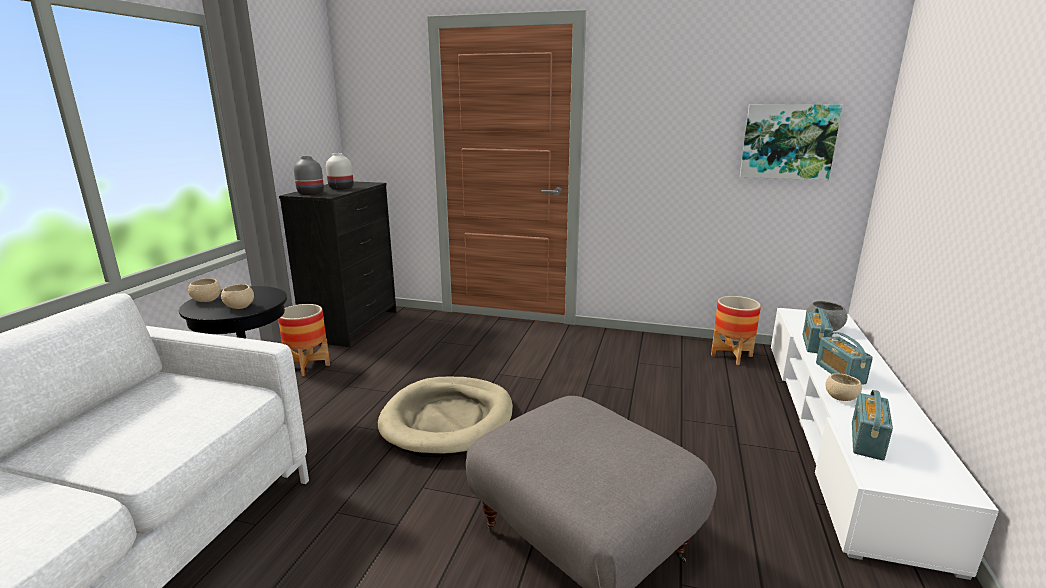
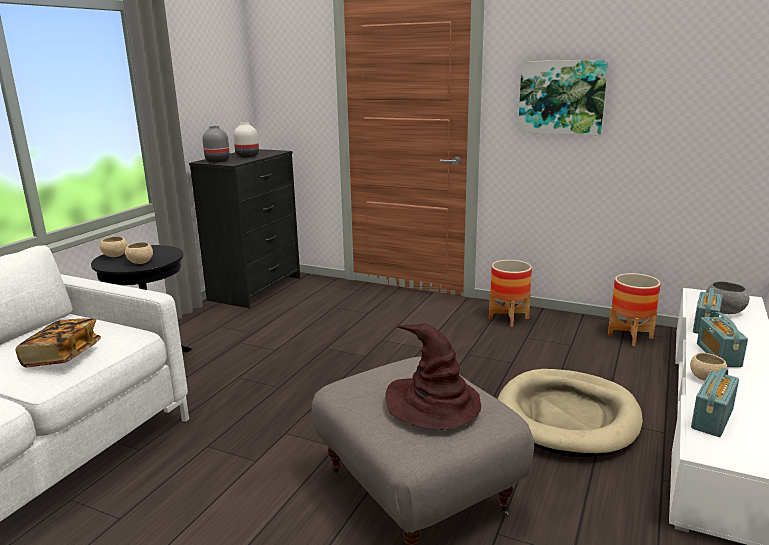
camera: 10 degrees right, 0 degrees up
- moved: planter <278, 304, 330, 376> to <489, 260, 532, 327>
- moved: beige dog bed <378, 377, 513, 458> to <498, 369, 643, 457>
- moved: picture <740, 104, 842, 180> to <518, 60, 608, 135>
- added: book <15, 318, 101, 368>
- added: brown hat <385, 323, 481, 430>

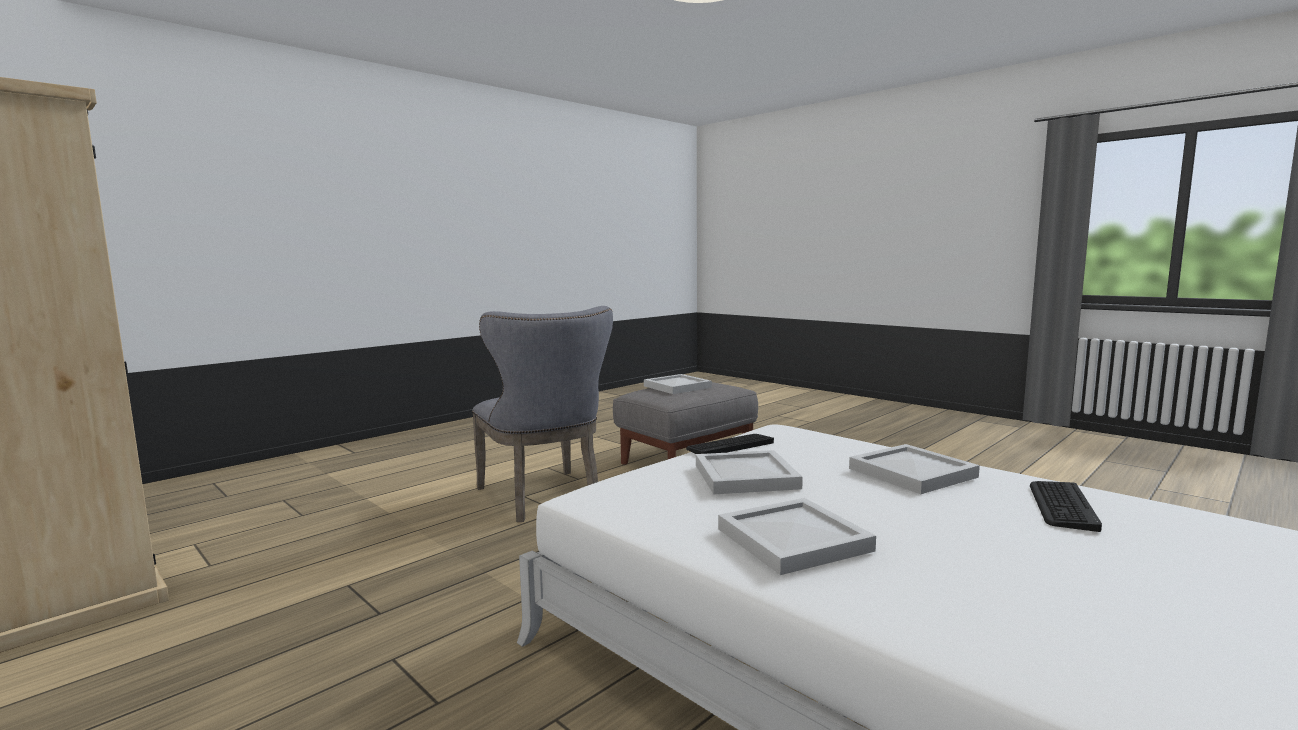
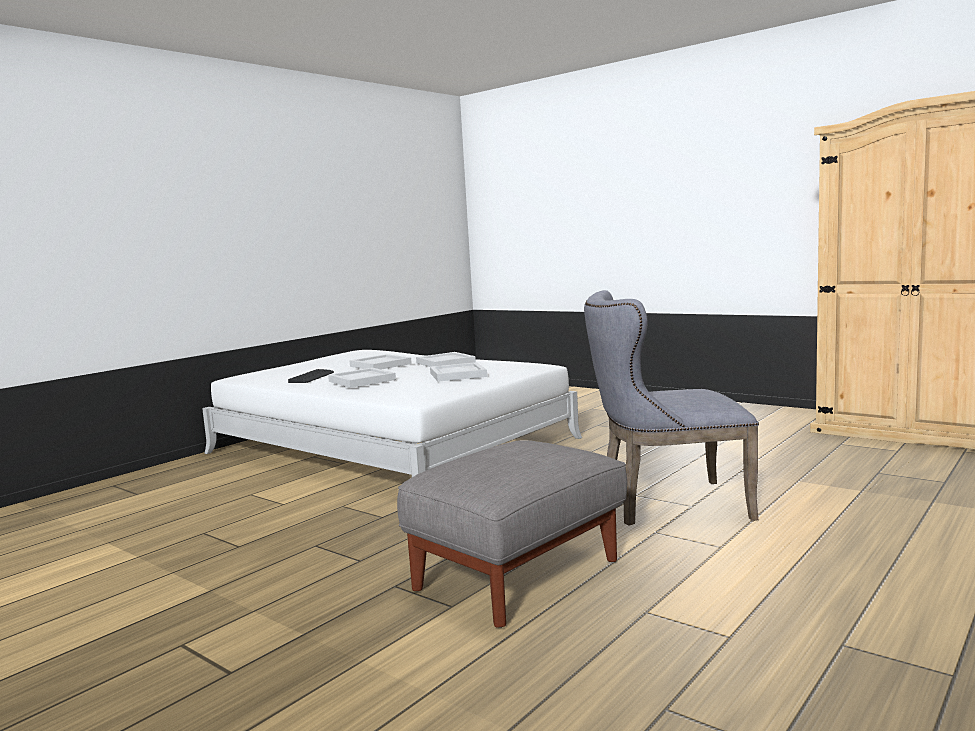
camera: 175 degrees right, 0 degrees up
- turned: grey chair <472, 306, 613, 522> = <584, 290, 759, 526> 60 degrees counterclockwise
- moved: white tray <644, 374, 712, 394> to <349, 354, 412, 369>
- removed: keyboard <686, 434, 774, 454>

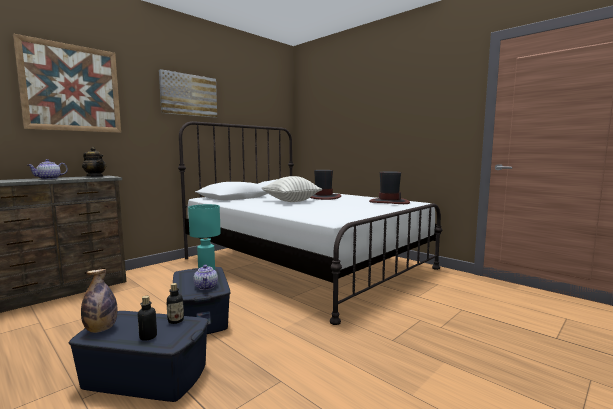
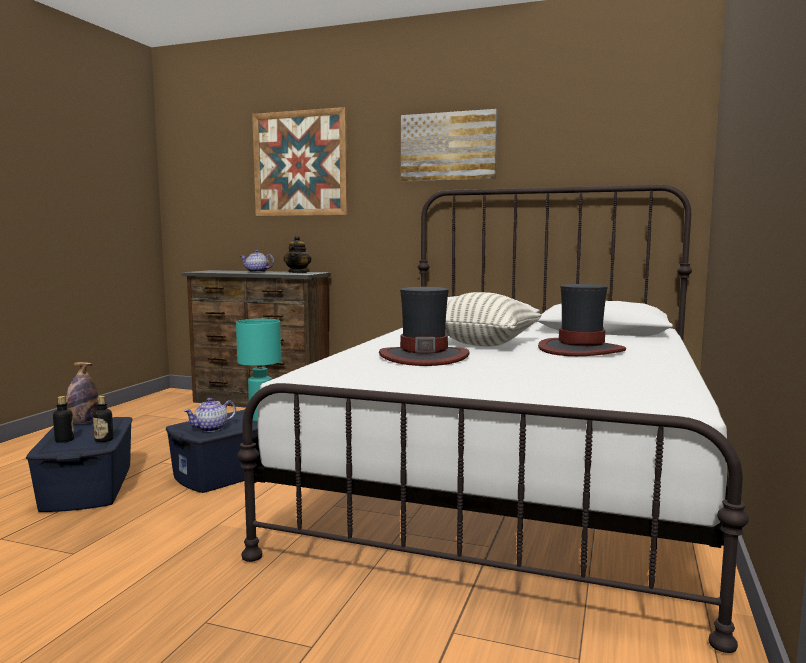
camera: 65 degrees right, 0 degrees up
- moved: hat <369, 171, 410, 204> to <379, 287, 470, 366>

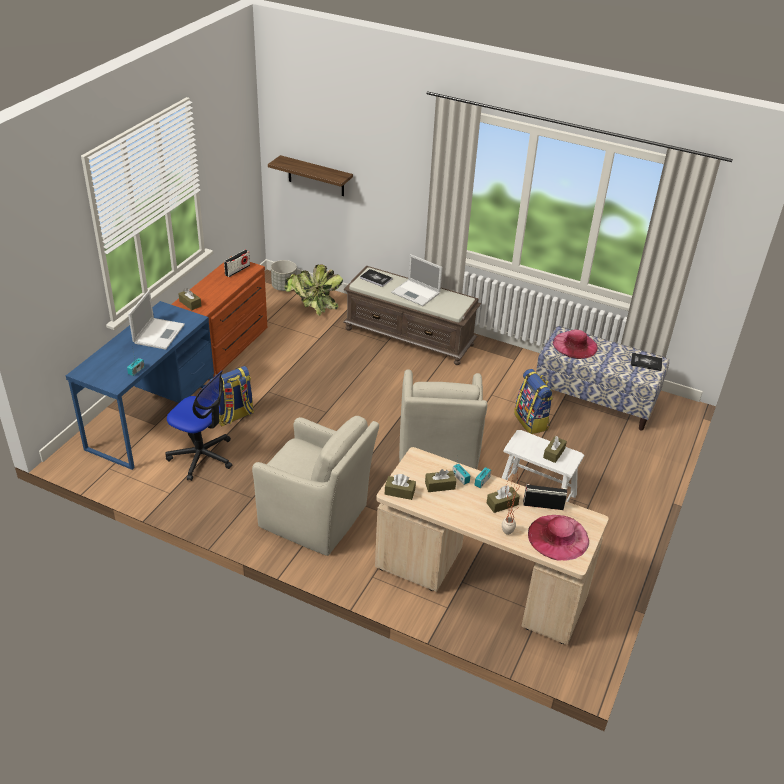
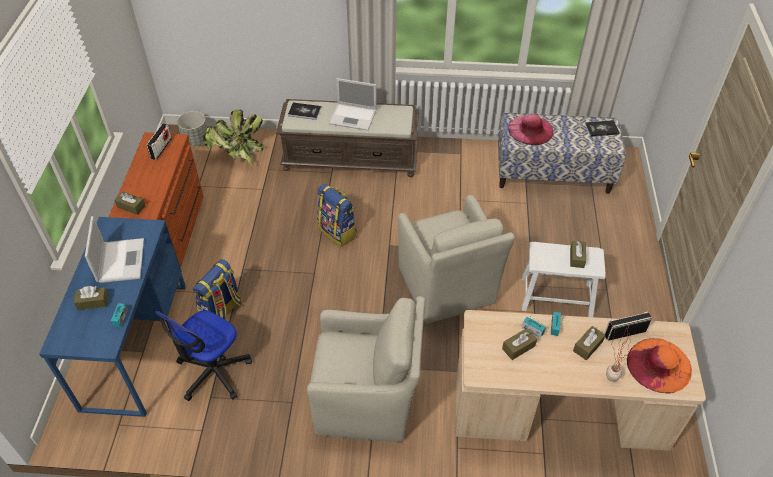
camera: 20 degrees left, 10 degrees up
- turned: office chair <165, 370, 232, 481> = <155, 310, 252, 401> 120 degrees clockwise
- removed: shelf <268, 155, 353, 196>
- moved: brown tissue box <385, 474, 416, 500> to <74, 286, 108, 310>
- moved: backpack <514, 369, 553, 434> to <317, 183, 357, 247>
- recoloured: pink hat <528, 515, 589, 561> to orange hat <627, 338, 692, 393>

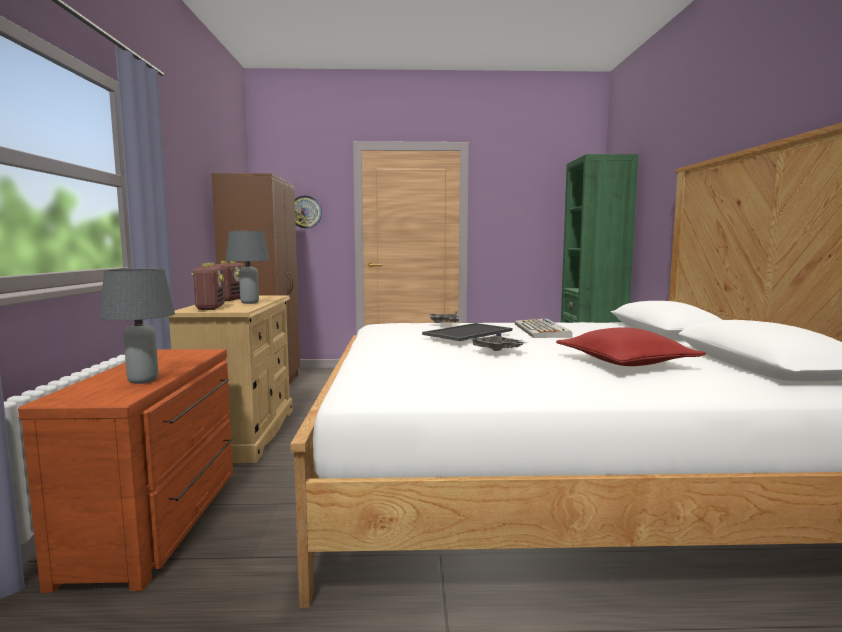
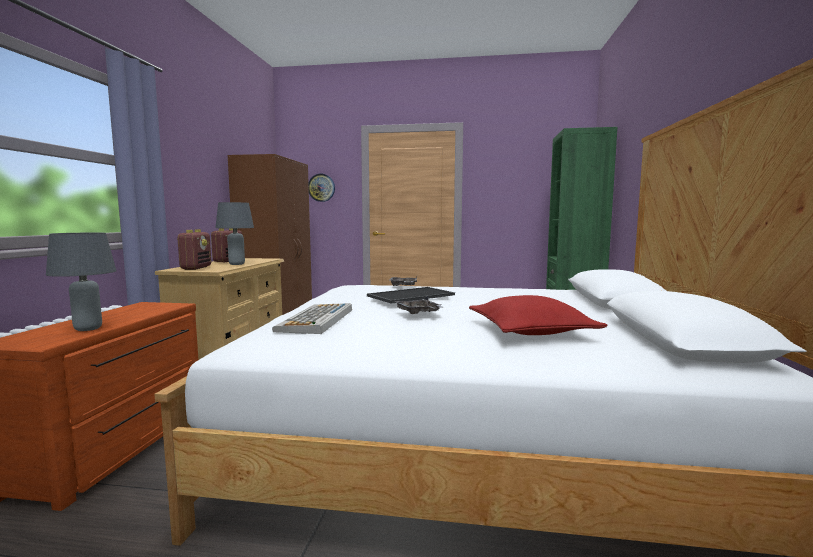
camera: 10 degrees right, 0 degrees up
- moved: keyboard <515, 319, 572, 338> to <272, 303, 352, 334>

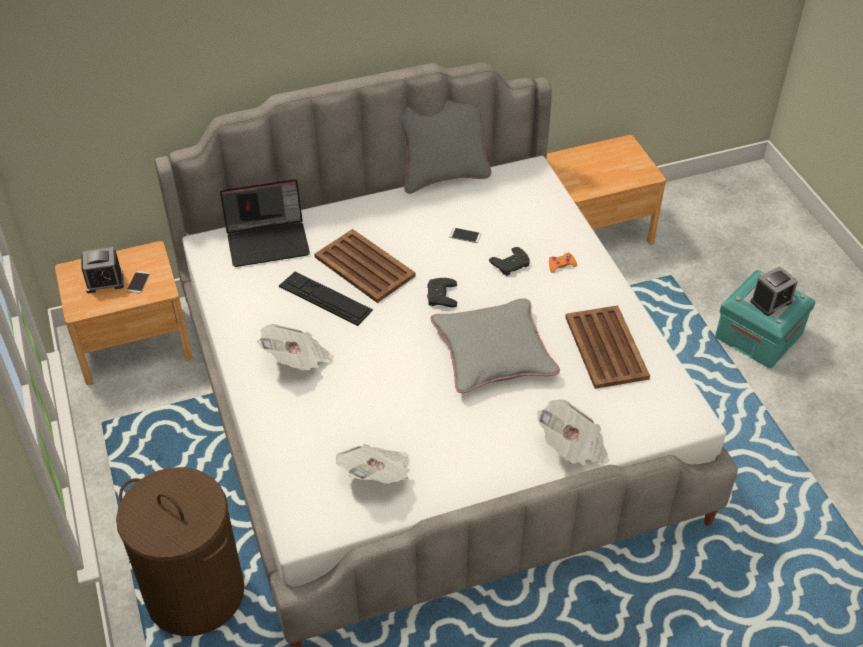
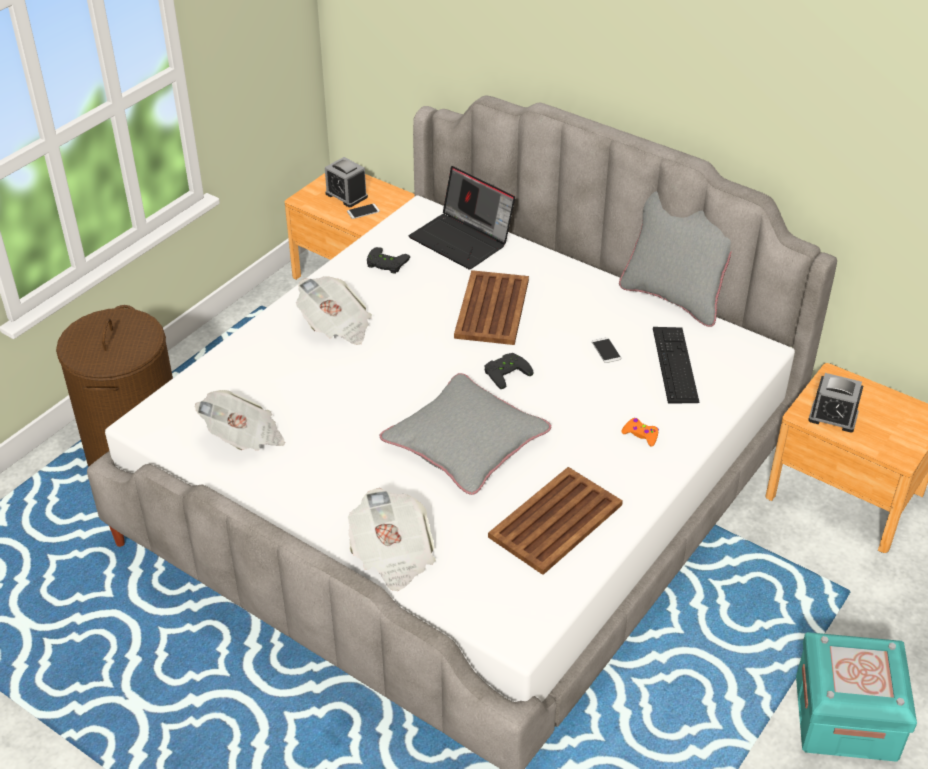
camera: 55 degrees right, 5 degrees down
- moved: keyboard <279, 272, 373, 326> to <653, 327, 700, 404>
- moved: black game controller <489, 247, 530, 276> to <367, 247, 410, 274>
- moved: alarm clock <750, 266, 798, 316> to <808, 373, 863, 433>

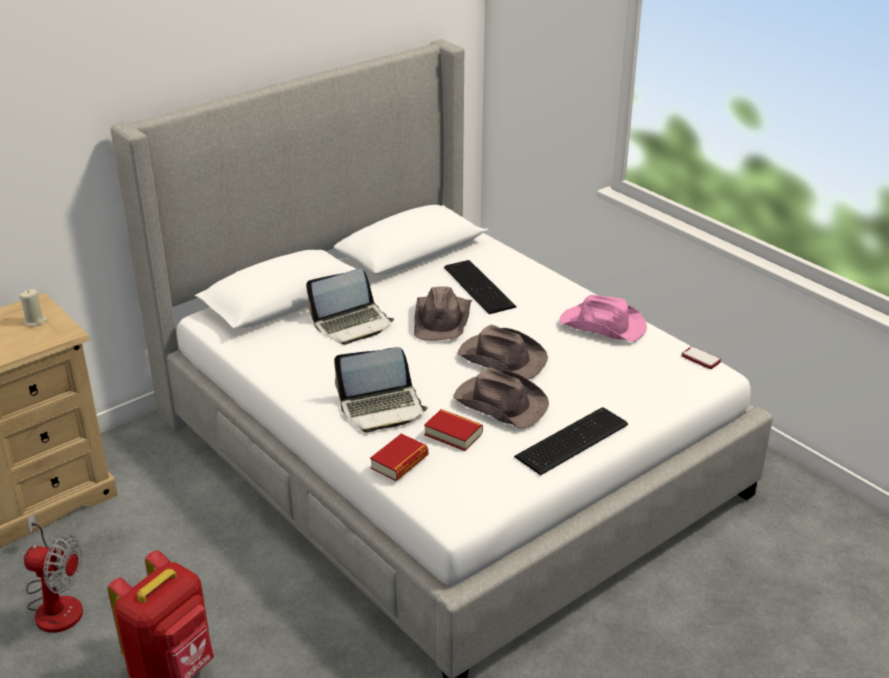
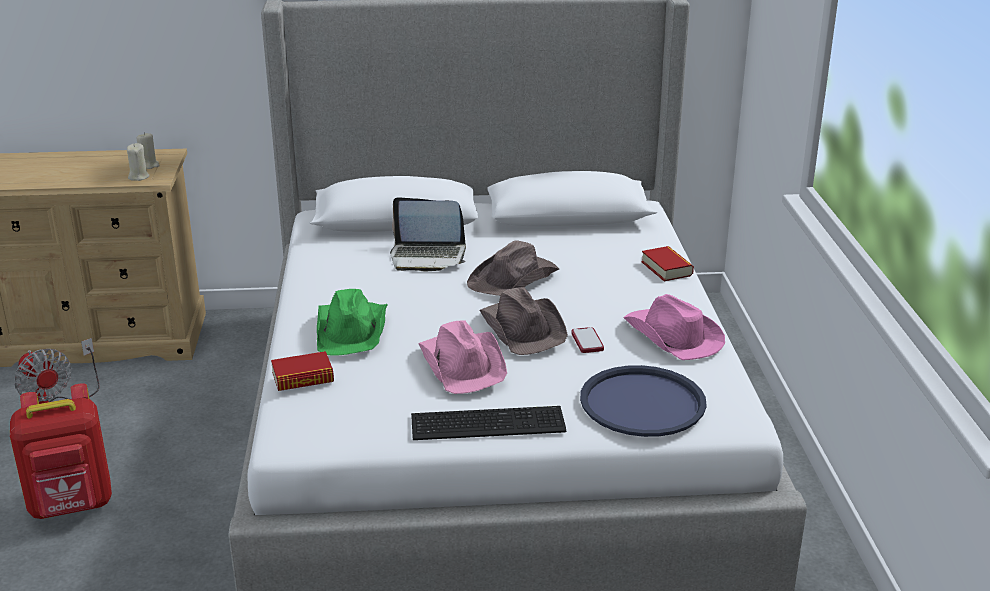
camera: 35 degrees right, 5 degrees down
- replaced: laptop <334, 347, 428, 432> to green hat <317, 289, 388, 355>
- moved: book <424, 409, 483, 451> to <641, 246, 694, 281>
- removed: keyboard <444, 260, 517, 314>
- recoloured: brown hat <453, 367, 549, 428> to pink hat <418, 320, 507, 394>
- moved: phone <682, 346, 721, 369> to <571, 327, 604, 353>
- added: beige candle <127, 143, 150, 181>
- added: blue tray <580, 365, 707, 437>

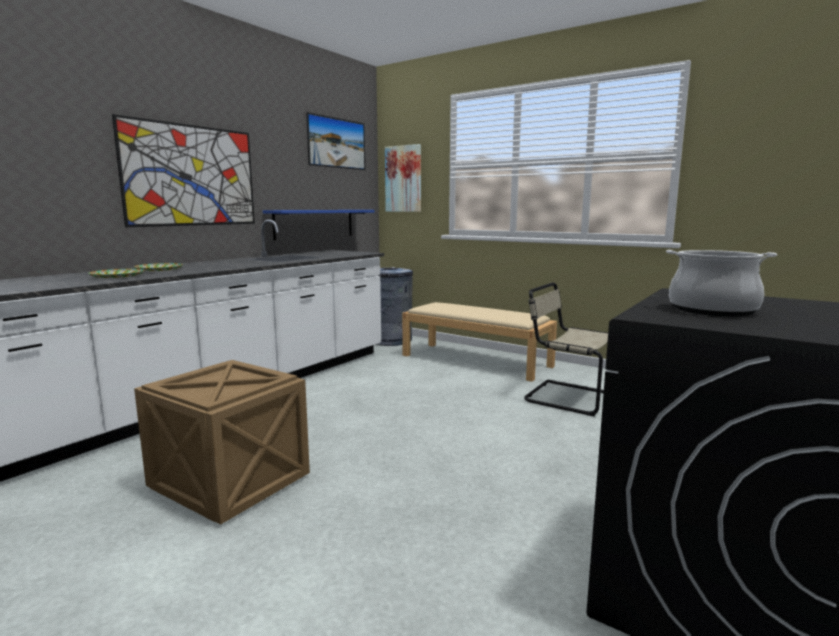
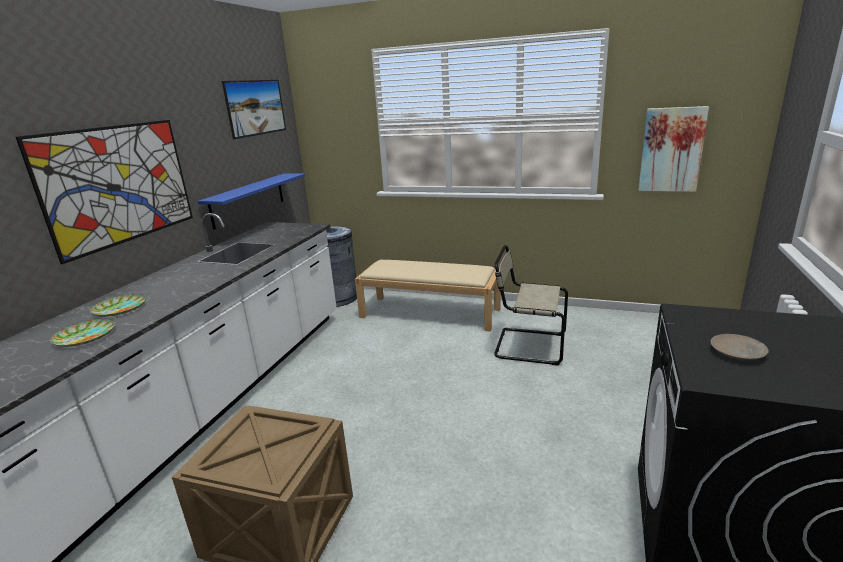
camera: 15 degrees left, 10 degrees up
- moved: picture <385, 144, 421, 212> to <638, 106, 709, 192>
- replaced: cooking pot <666, 250, 777, 317> to beige plate <710, 334, 769, 360>

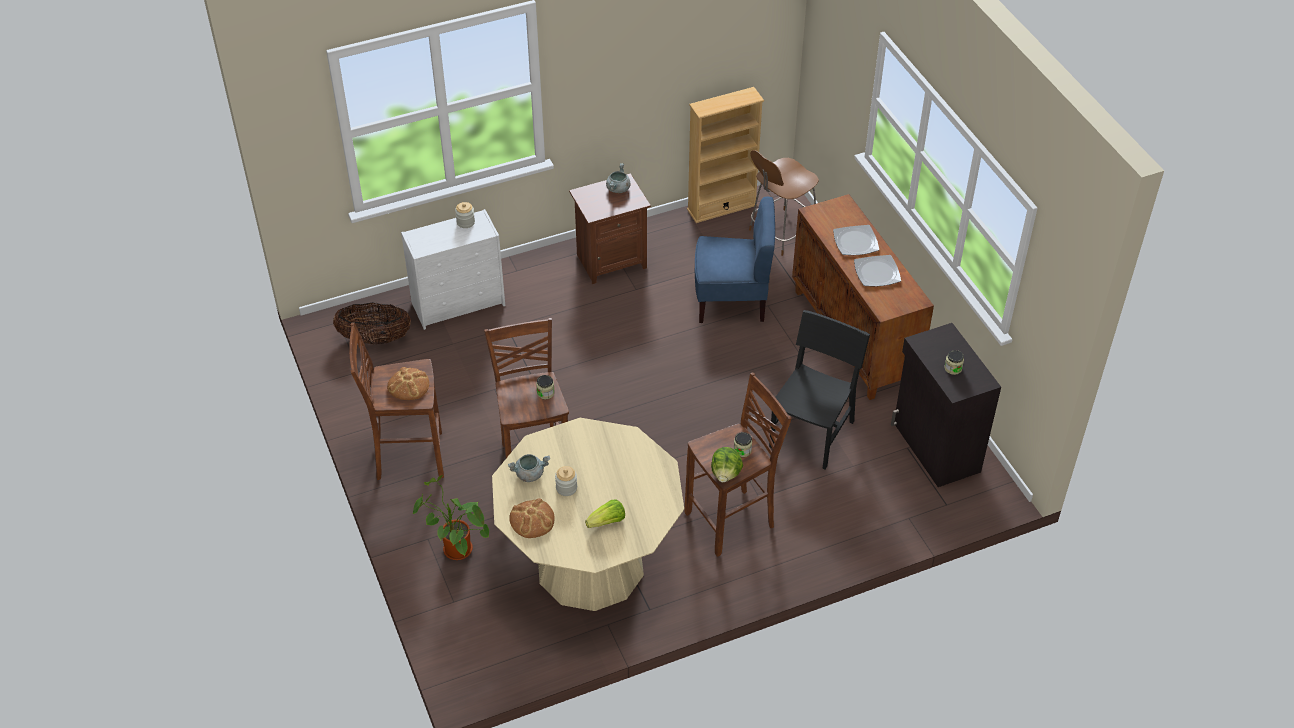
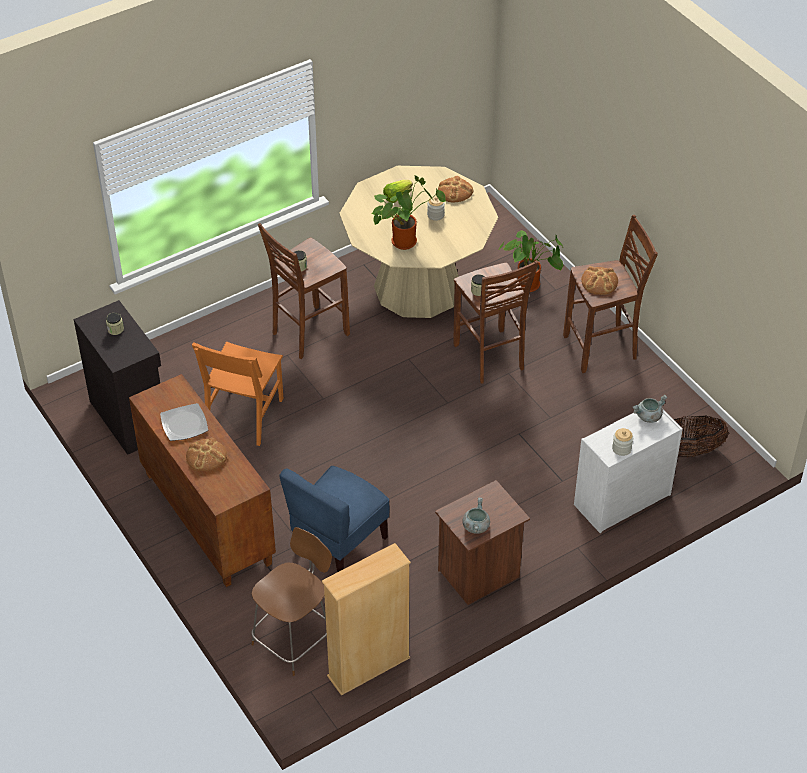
camera: 170 degrees right, 0 degrees up
- moved: grey cooking pot <508, 454, 550, 482> to <632, 395, 667, 423>
- turned: blue chair <695, 196, 775, 323> = <279, 466, 390, 572> 45 degrees counterclockwise
- removed: lettuce <711, 447, 743, 482>
- recoloured: black chair <769, 310, 870, 469> to orange chair <192, 341, 284, 446>
- replaced: plate <833, 225, 879, 255> to bread <186, 438, 227, 471>
- added: potted plant <371, 176, 446, 250>

